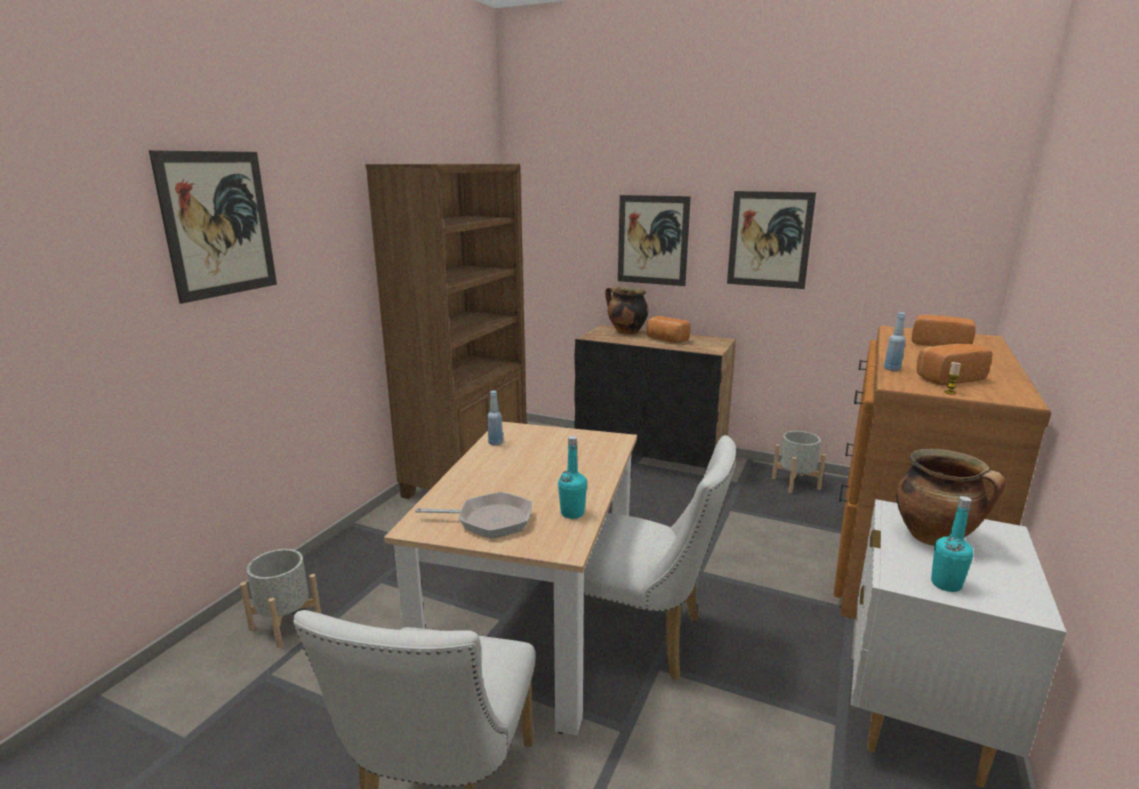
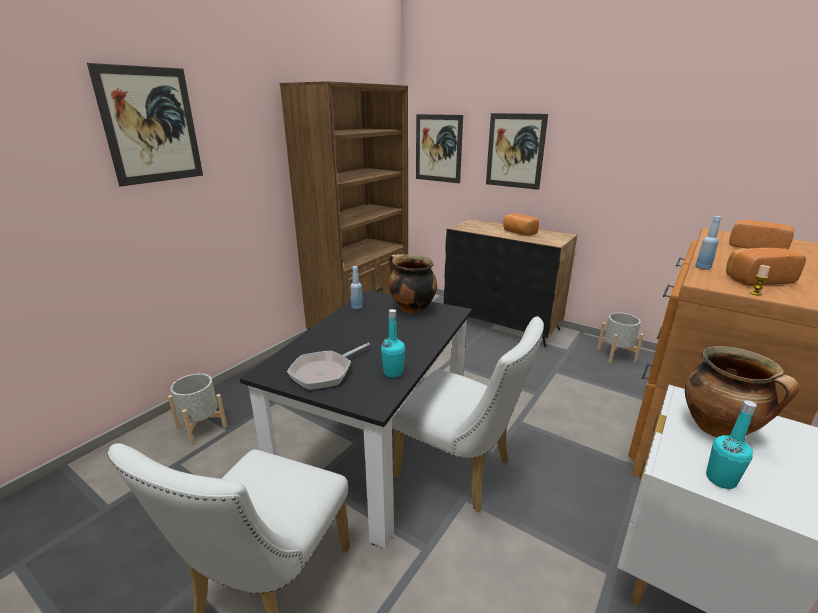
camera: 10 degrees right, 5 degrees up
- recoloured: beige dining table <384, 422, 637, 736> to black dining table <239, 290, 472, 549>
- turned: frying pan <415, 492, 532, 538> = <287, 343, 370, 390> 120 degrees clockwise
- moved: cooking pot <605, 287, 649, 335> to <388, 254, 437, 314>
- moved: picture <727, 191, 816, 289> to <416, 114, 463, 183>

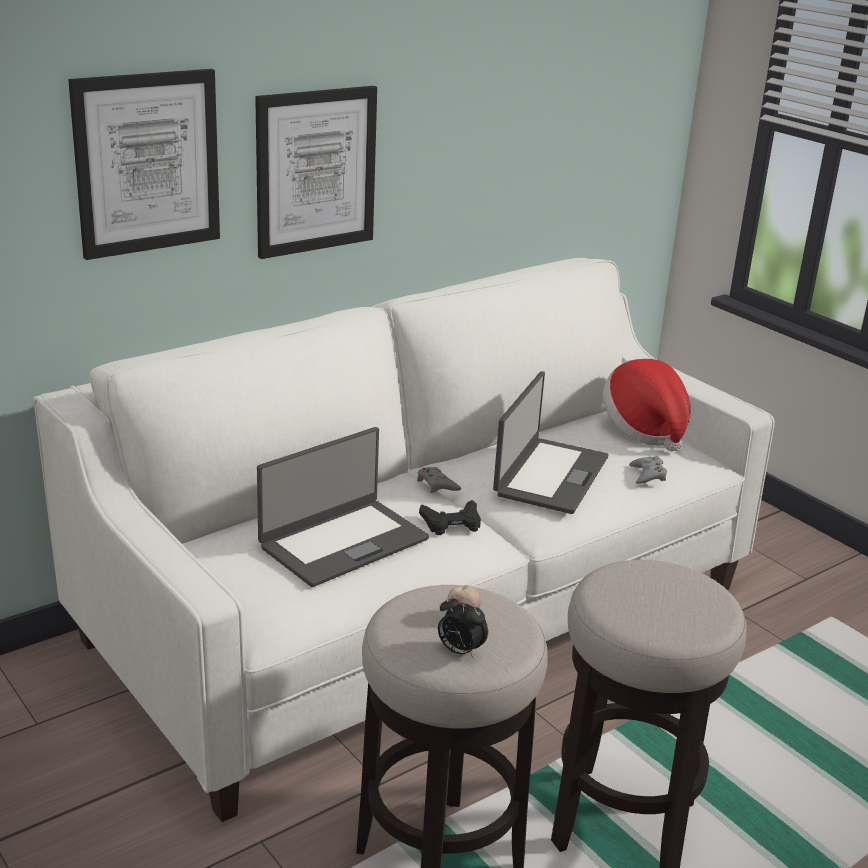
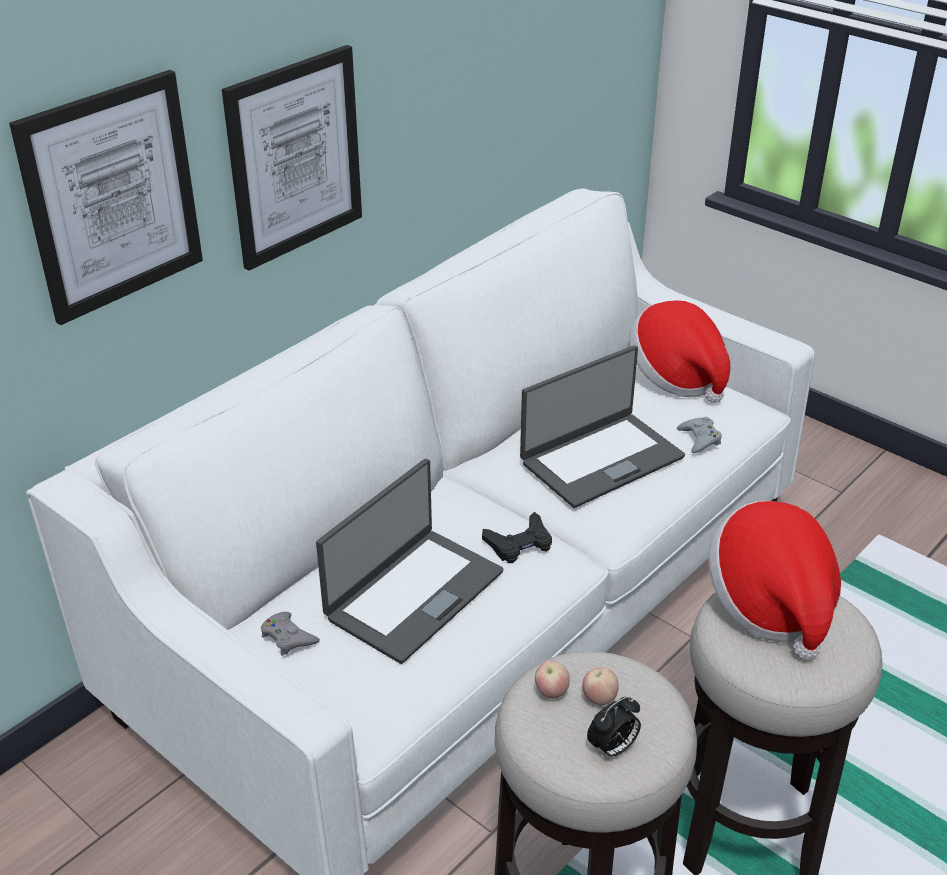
camera: 10 degrees left, 10 degrees up
- moved: grey game controller <417, 467, 461, 493> to <261, 612, 320, 656>
- turned: alarm clock <438, 595, 488, 659> = <587, 696, 641, 759> 60 degrees counterclockwise
- turned: laptop <493, 371, 608, 514> = <520, 346, 685, 508> 45 degrees clockwise
- added: apple <535, 660, 570, 699>
- added: hat <708, 501, 841, 660>

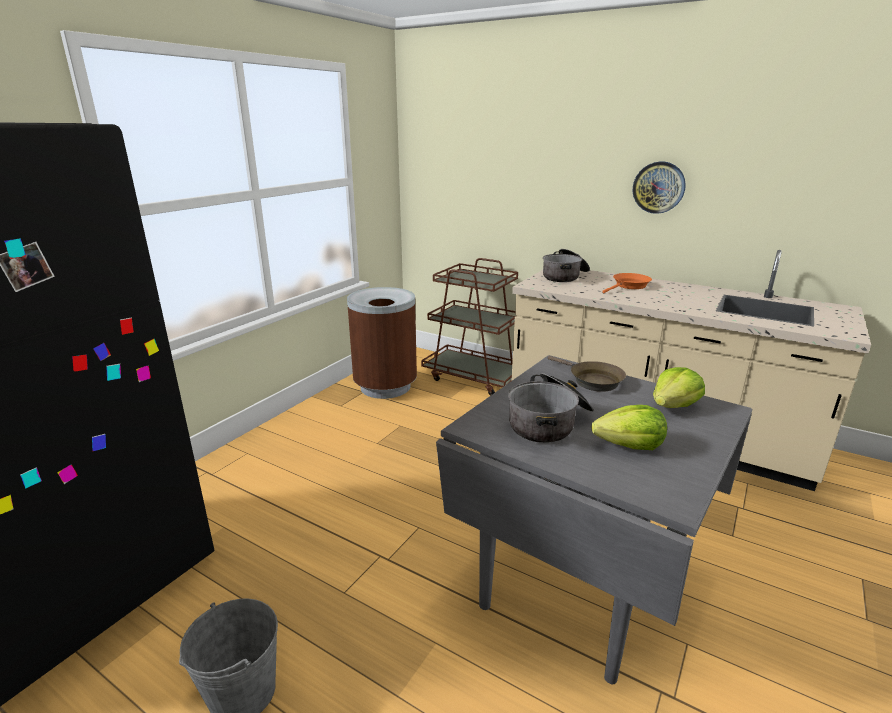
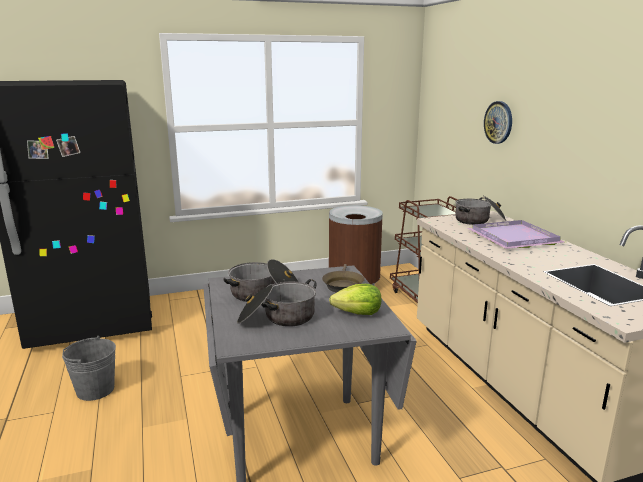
camera: 40 degrees right, 5 degrees down
- replaced: lettuce <592, 405, 667, 450> to cooking pot <237, 279, 317, 327>
- replaced: orange frying pan <602, 273, 652, 293> to purple tray <467, 220, 565, 249>
- moved: wall clock <633, 161, 686, 214> to <484, 101, 512, 144>

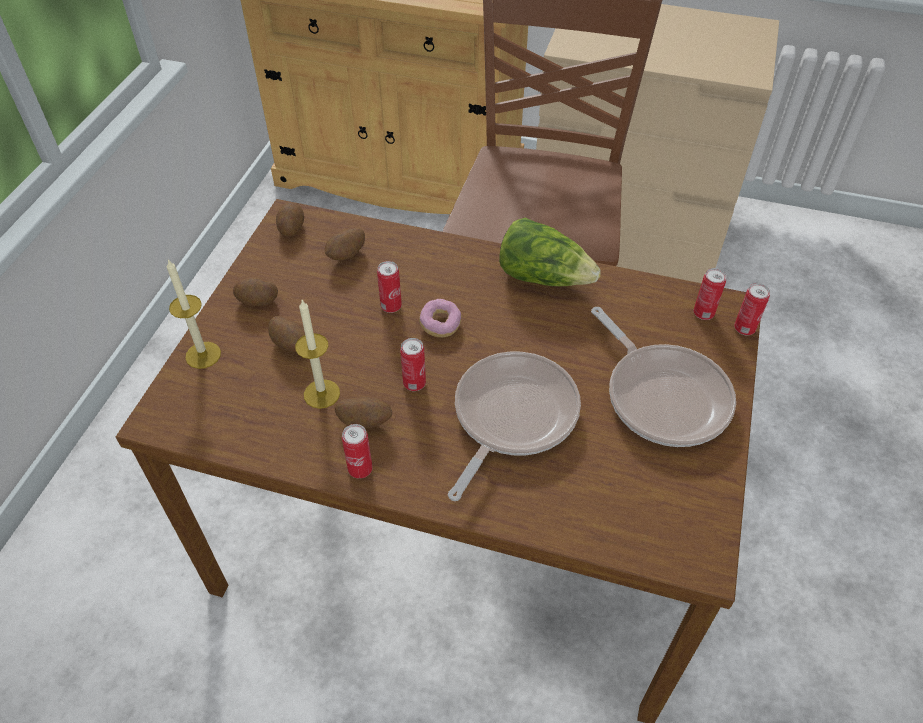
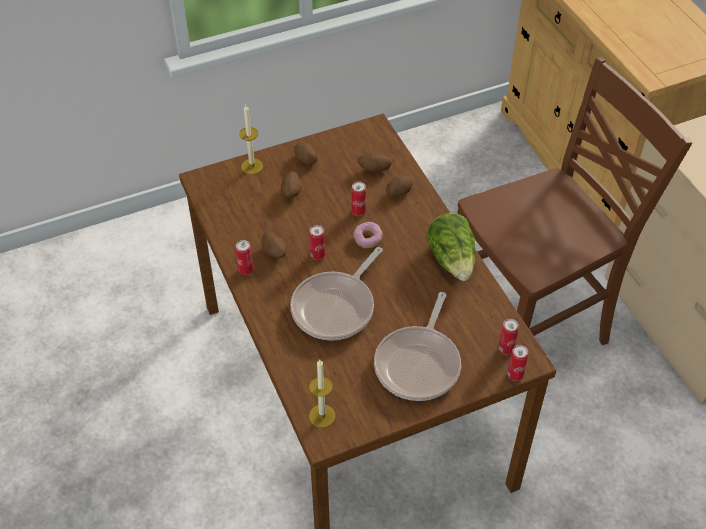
camera: 50 degrees right, 0 degrees up
- moved: potato <276, 202, 304, 237> to <386, 175, 413, 197>
- moved: candle <295, 300, 340, 409> to <309, 360, 336, 428>
- turned: frying pan <448, 351, 581, 501> = <290, 247, 383, 341> 135 degrees clockwise

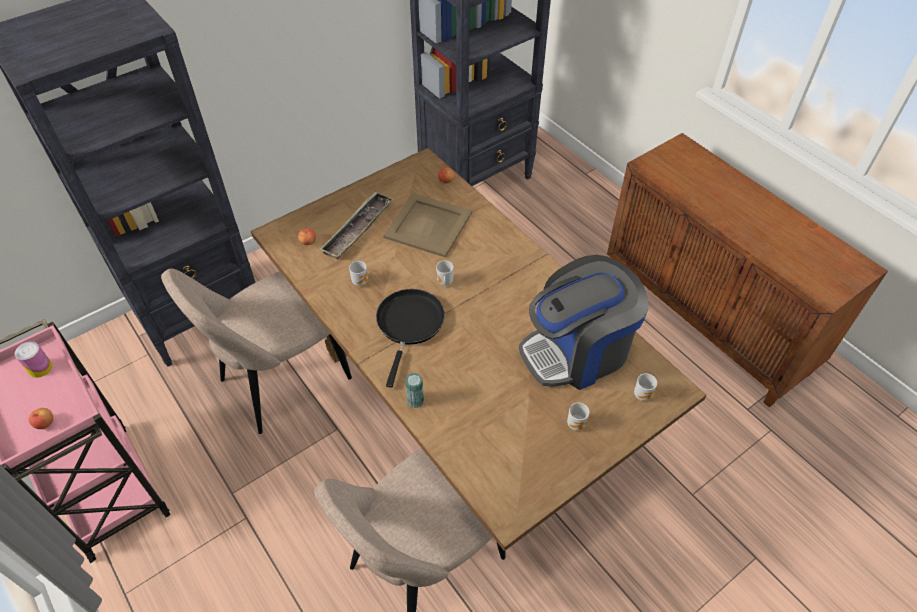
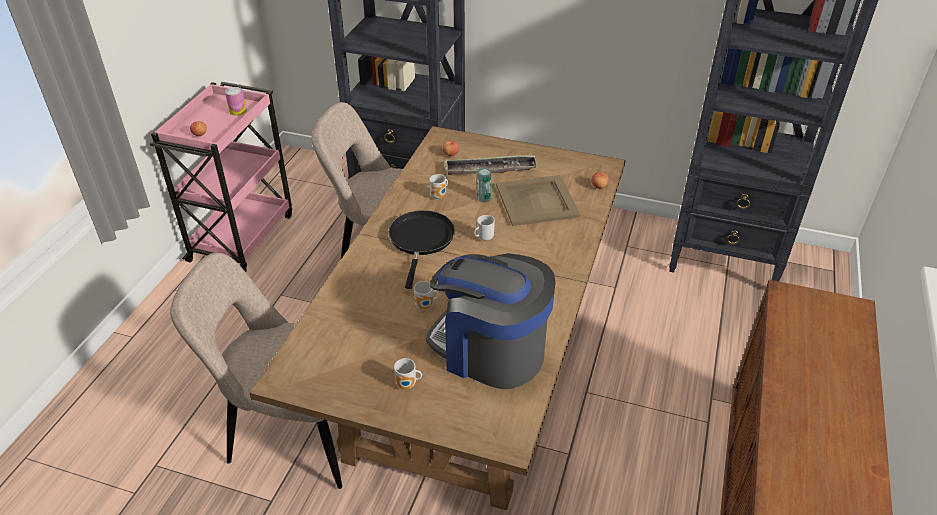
camera: 55 degrees right, 10 degrees down
- turned: black frying pan <376, 289, 445, 388> = <389, 210, 455, 289> 60 degrees counterclockwise
- moved: can <405, 373, 424, 408> to <477, 168, 491, 202>
- moved: mug <634, 373, 657, 401> to <414, 281, 439, 310>

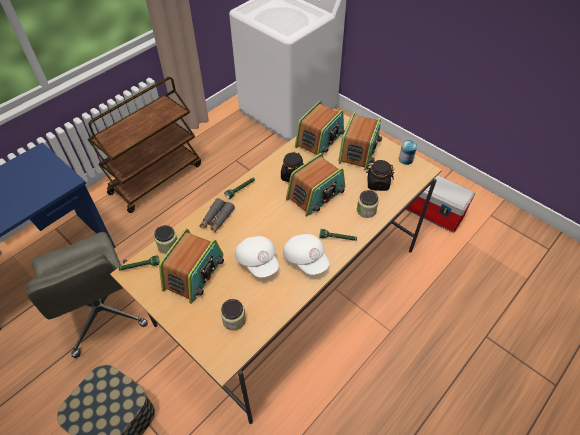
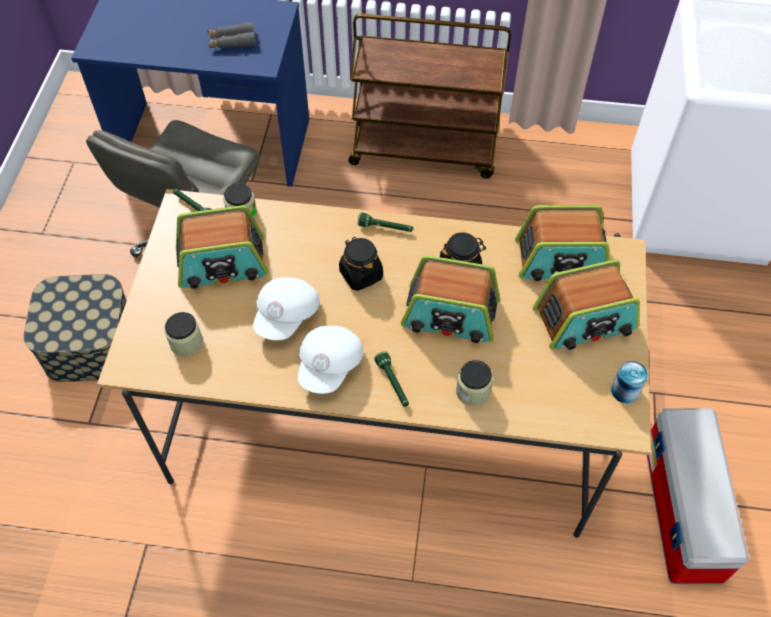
camera: 55 degrees right, 5 degrees up
- moved: grey binoculars <200, 198, 235, 233> to <207, 22, 256, 48>
- moved: black jar <366, 160, 395, 191> to <339, 237, 383, 291>

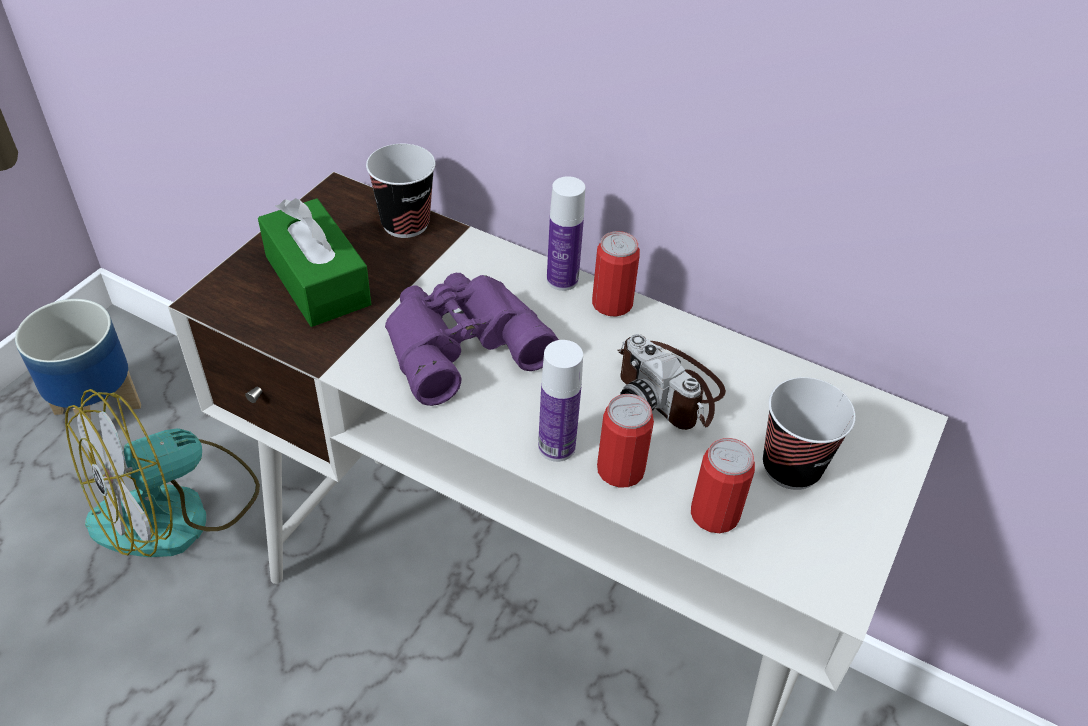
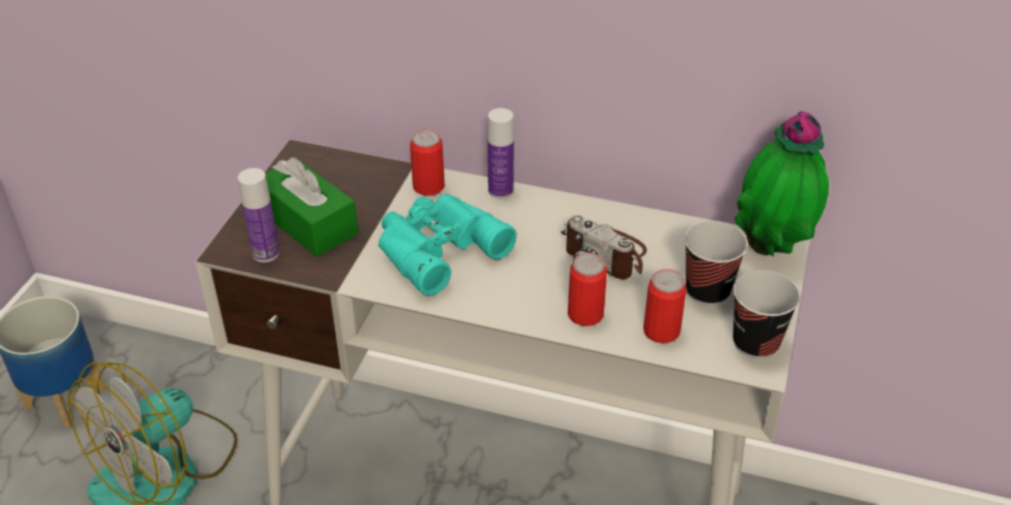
camera: 10 degrees left, 5 degrees down
- moved: cup <366, 144, 436, 238> to <733, 270, 800, 359>
- recoloured: purple binoculars <385, 273, 559, 406> to turquoise binoculars <378, 194, 517, 296>
- moved: bottle <538, 340, 583, 462> to <238, 168, 280, 262>
- moved: can <592, 231, 640, 317> to <410, 129, 445, 196>
- added: potted plant <735, 111, 829, 256>

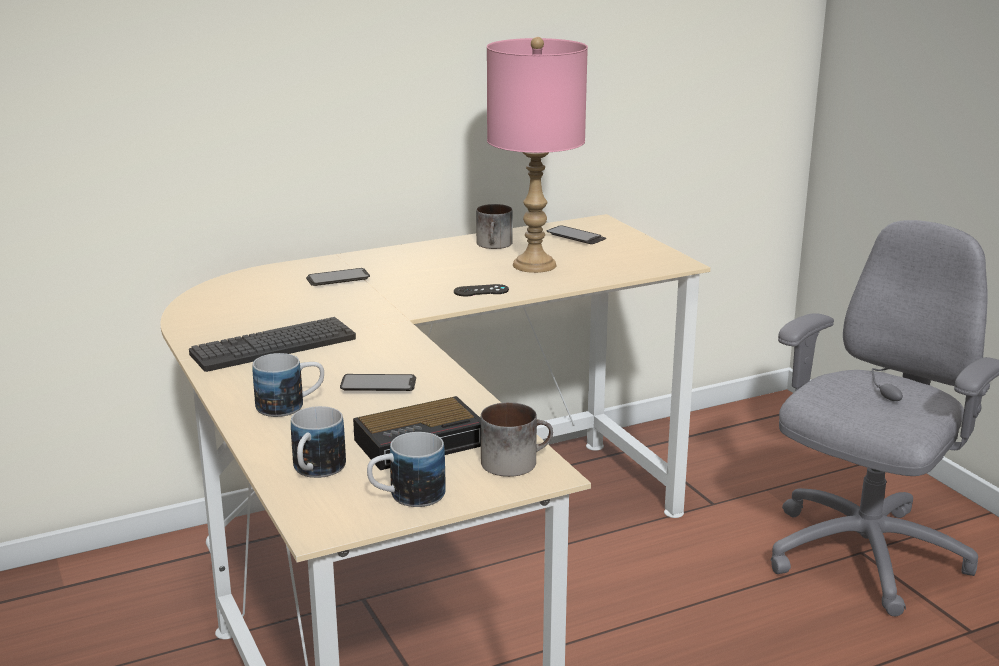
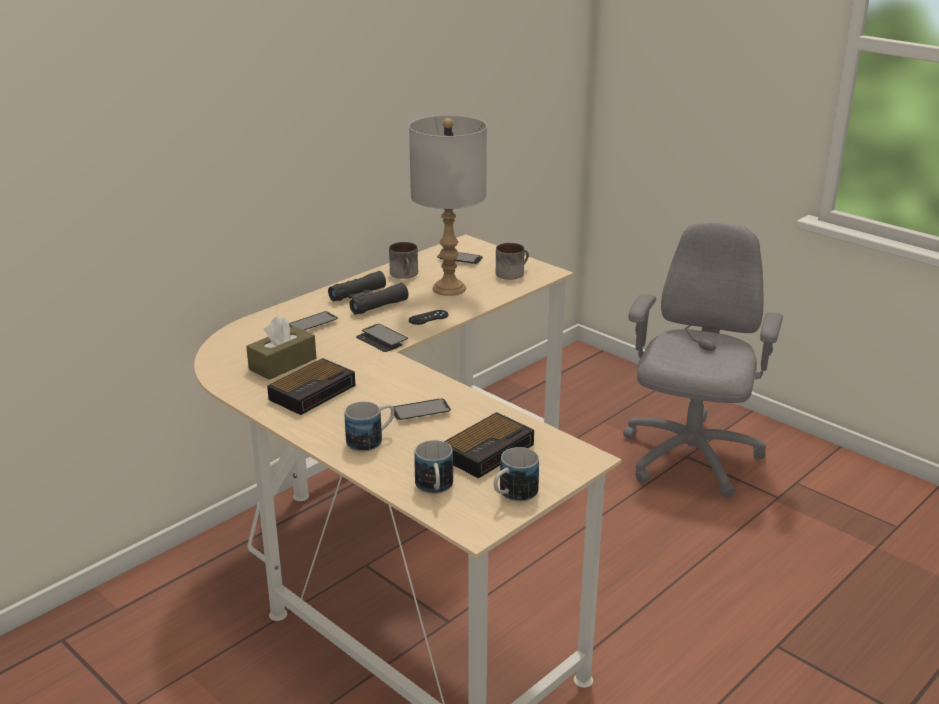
camera: 20 degrees left, 5 degrees up
- replaced: keyboard <189, 317, 356, 372> to alarm clock <267, 358, 355, 415>
- moved: mug <481, 402, 553, 477> to <496, 243, 529, 280>
- recoloured: pink table lamp <487, 37, 588, 273> to grey table lamp <409, 115, 487, 296>
- added: brown tissue box <246, 315, 316, 380>
- added: black binoculars <328, 271, 408, 315>
- added: phone <356, 324, 408, 352>

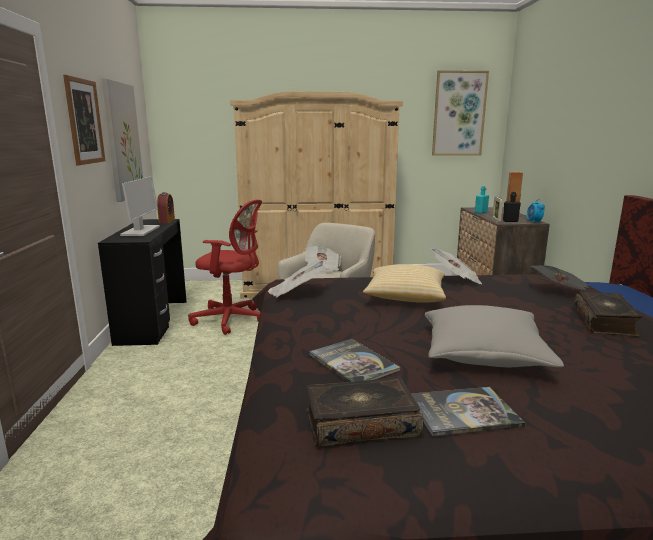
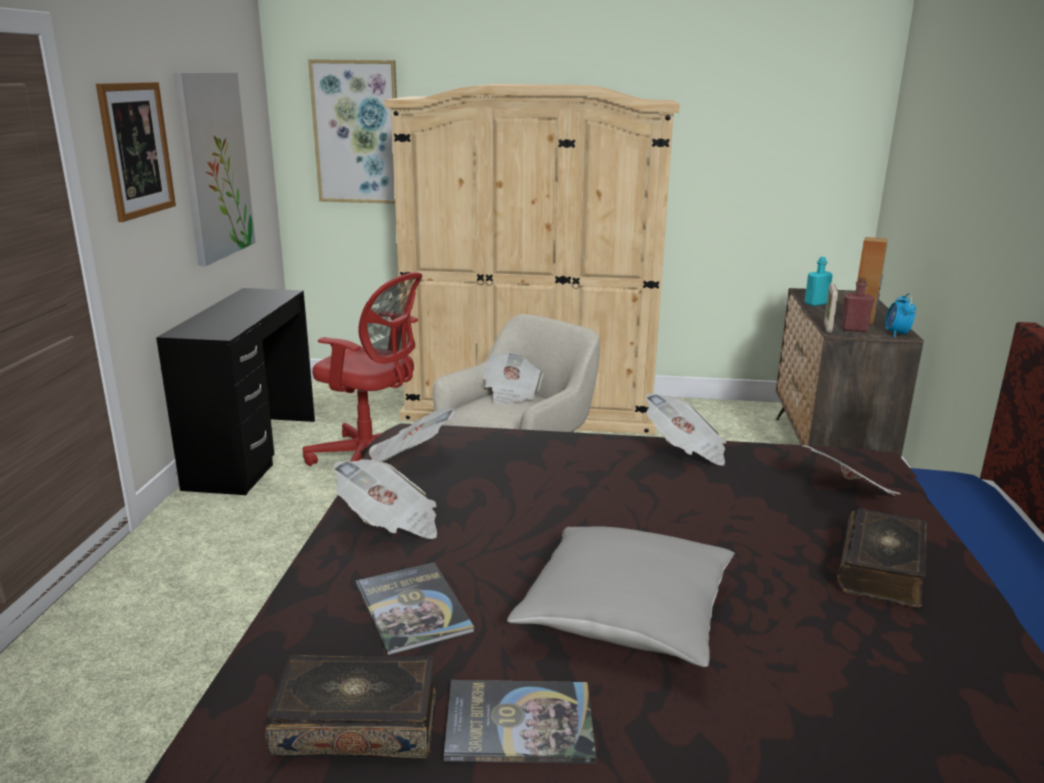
camera: 10 degrees right, 5 degrees up
- removed: monitor <120, 176, 160, 236>
- removed: alarm clock <157, 192, 175, 223>
- removed: pillow <363, 264, 446, 303>
- moved: picture <432, 70, 489, 156> to <308, 59, 397, 204>
- recoloured: black bottle <503, 192, 521, 222> to red bottle <841, 278, 874, 332>
- added: newspaper <333, 459, 437, 539>

